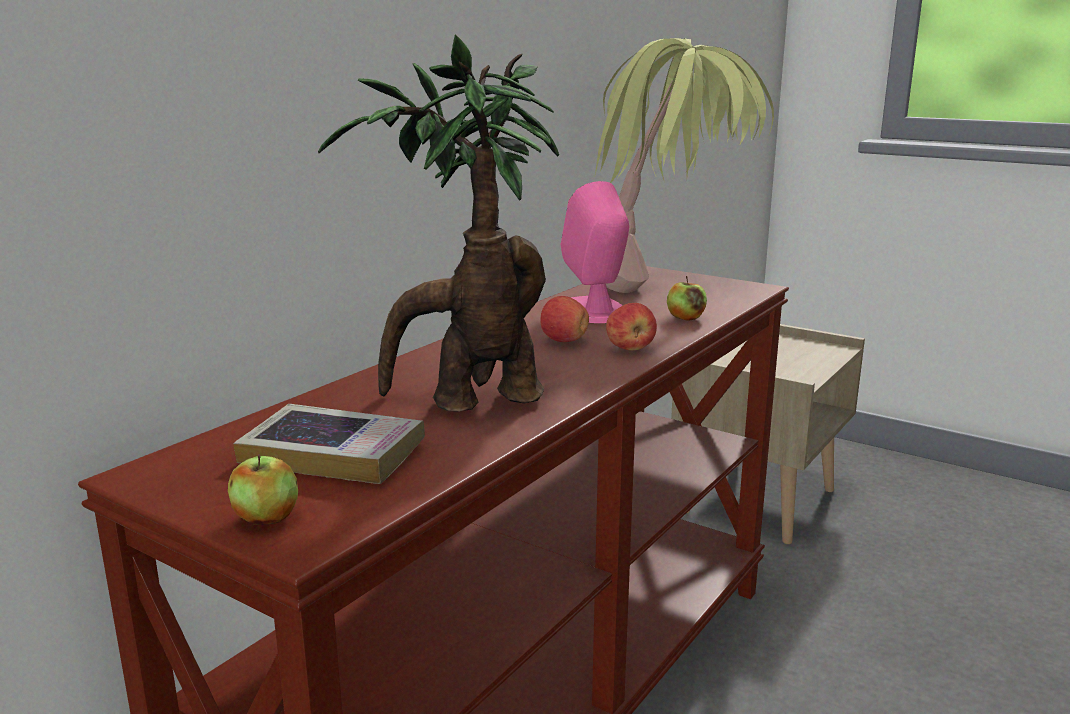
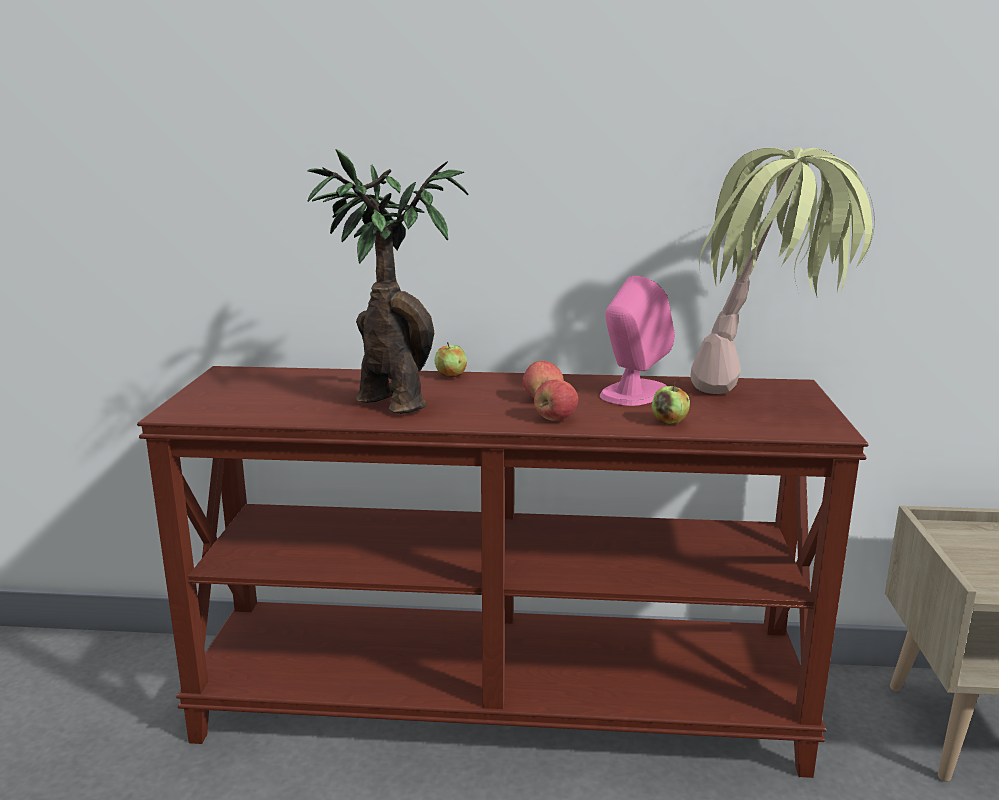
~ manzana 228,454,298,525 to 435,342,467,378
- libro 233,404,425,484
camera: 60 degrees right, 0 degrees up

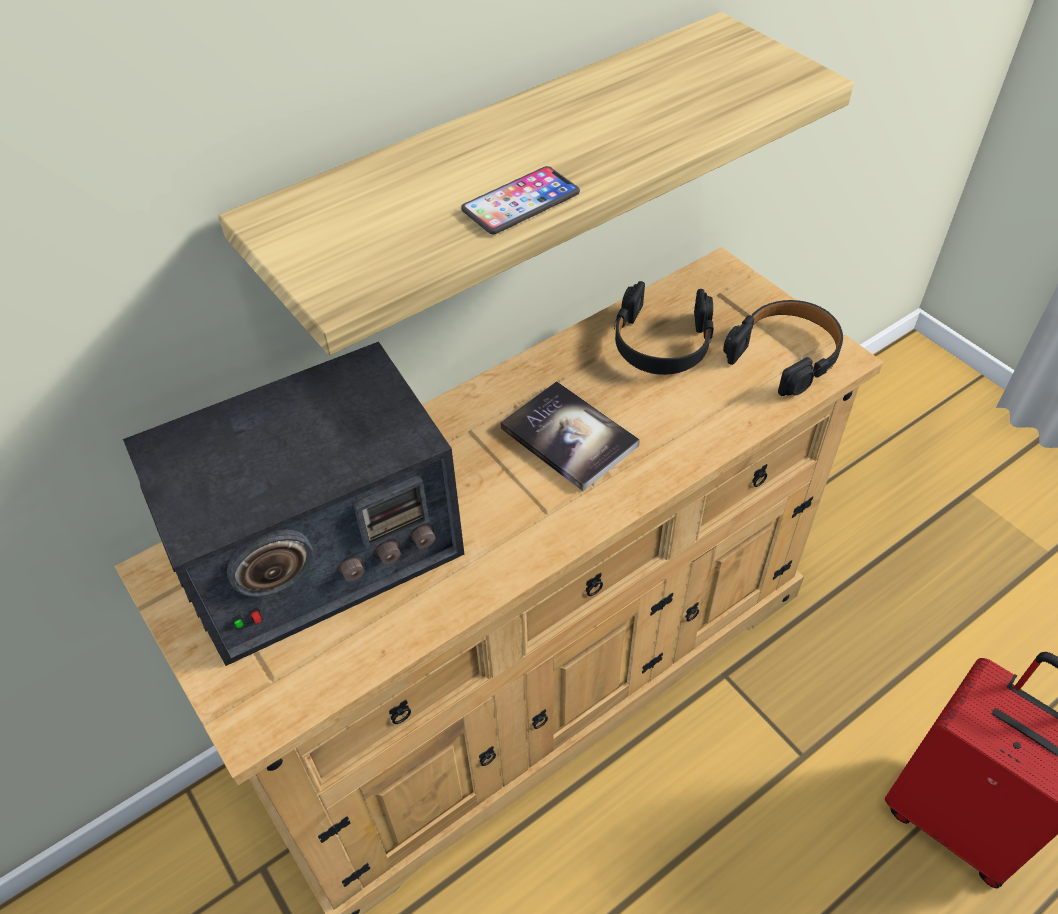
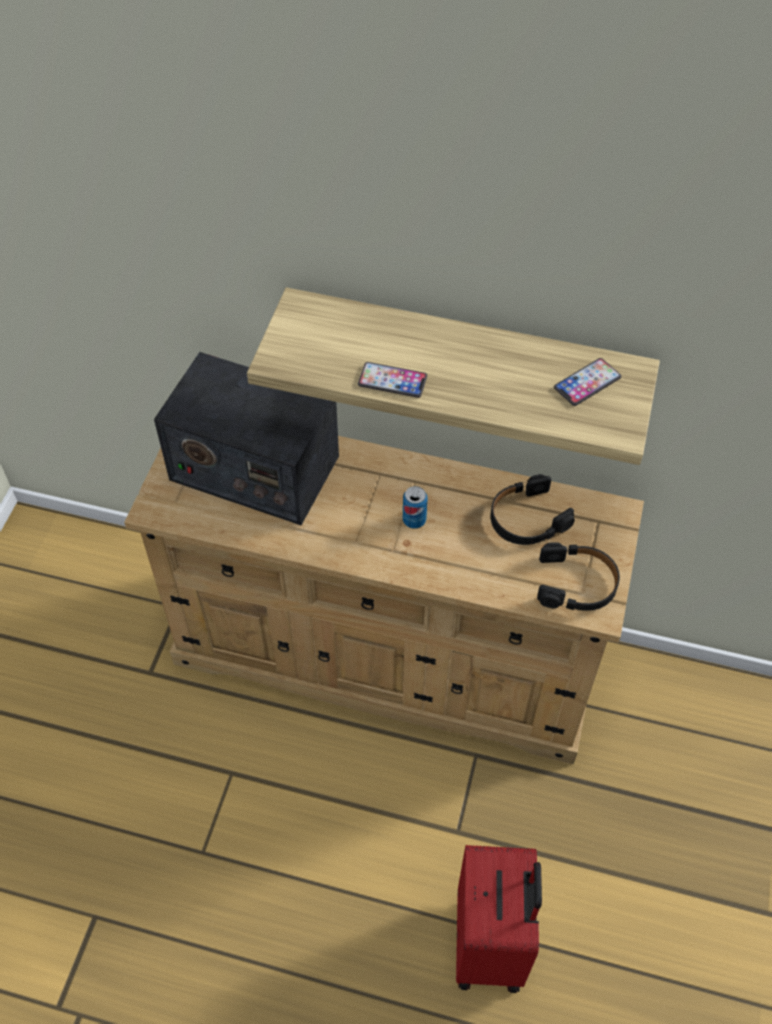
~ libro 500,381,640,491 to lata 403,486,428,529
+ móvil 554,358,621,406
camera: 50 degrees right, 5 degrees up

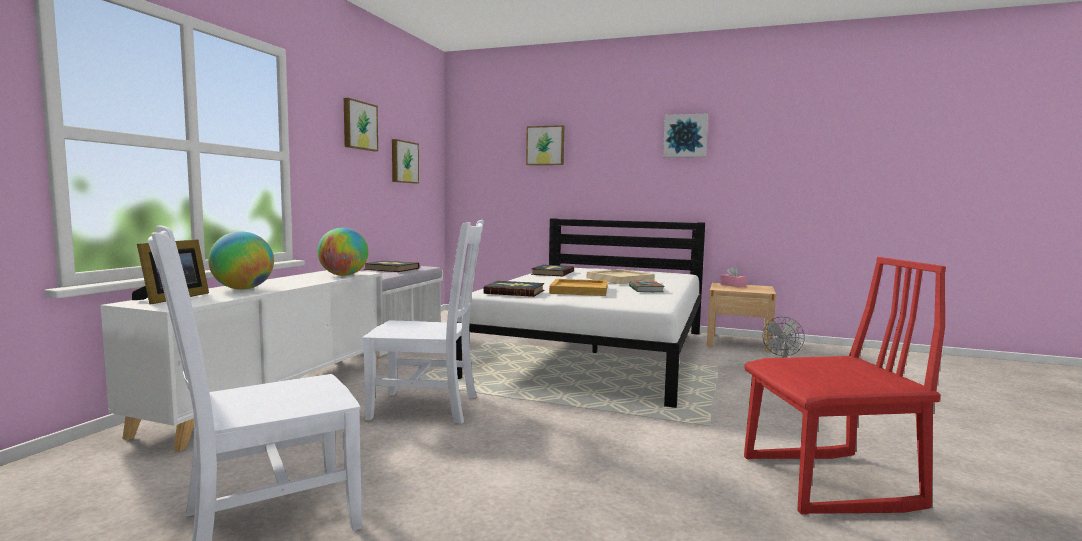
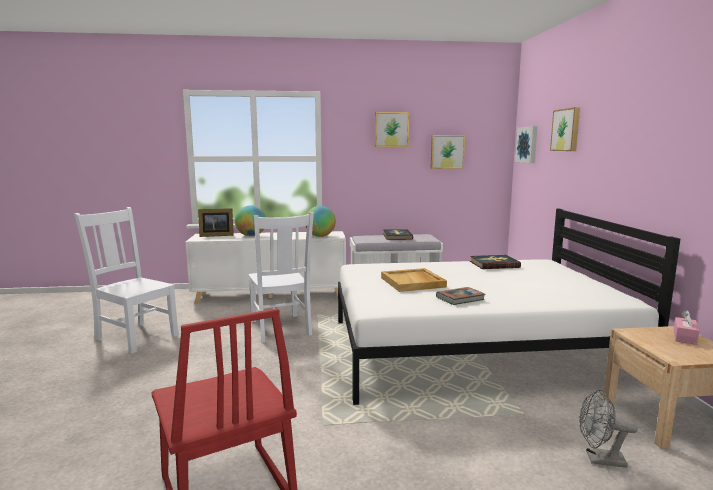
~ cuadro 663,114,708,157 to 515,126,537,163
- libro 483,281,545,297
- bandeja [beis] 587,269,655,284
camera: 65 degrees right, 5 degrees up

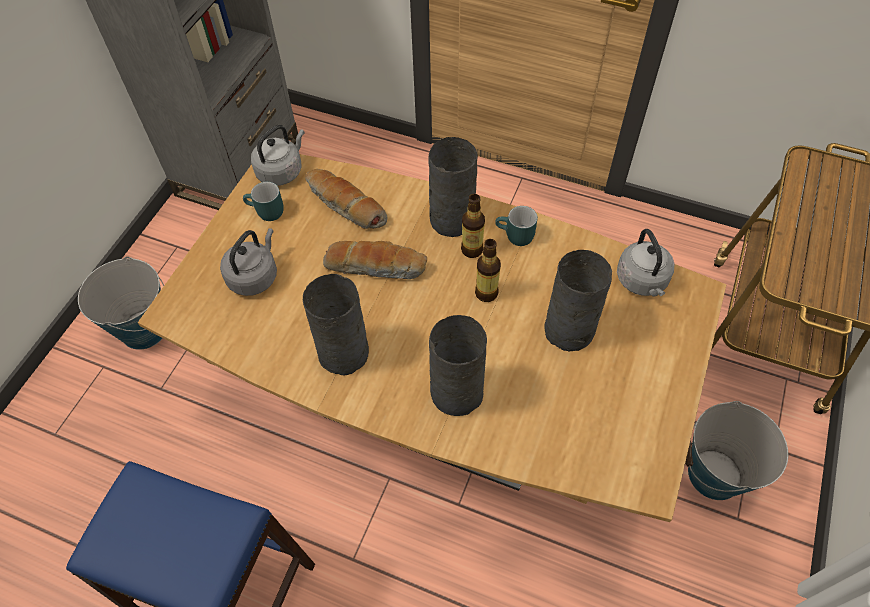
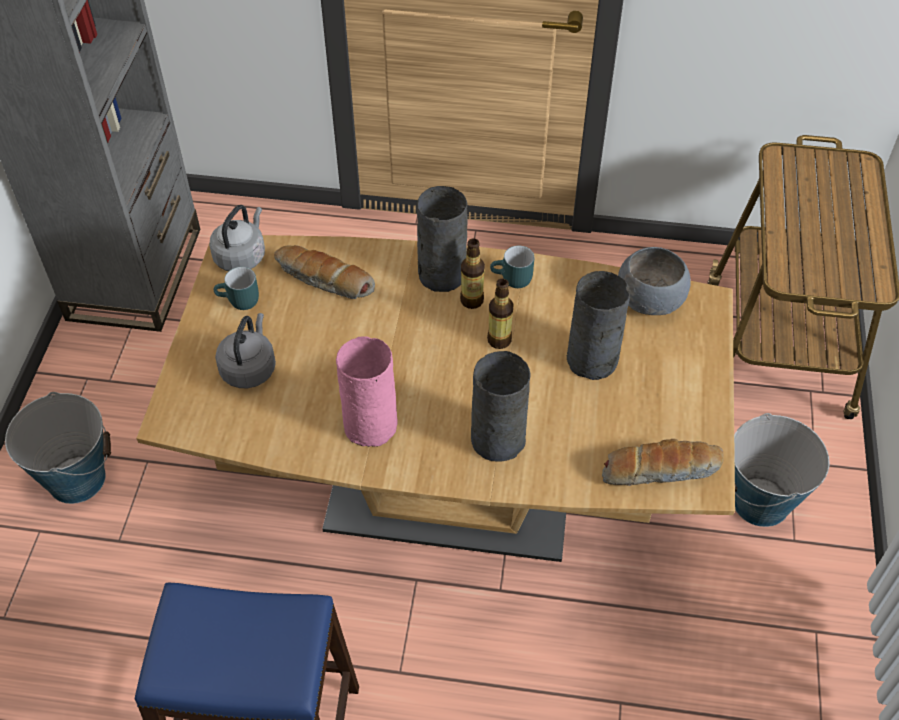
~ florero [gris] 303,274,369,376 to florero [rosa] 336,336,397,447
~ pan 323,241,427,279 to 602,439,723,486
~ hervidor [gris] 617,229,674,297 to cuenco [gris] 618,247,691,315
camera: 15 degrees left, 5 degrees down

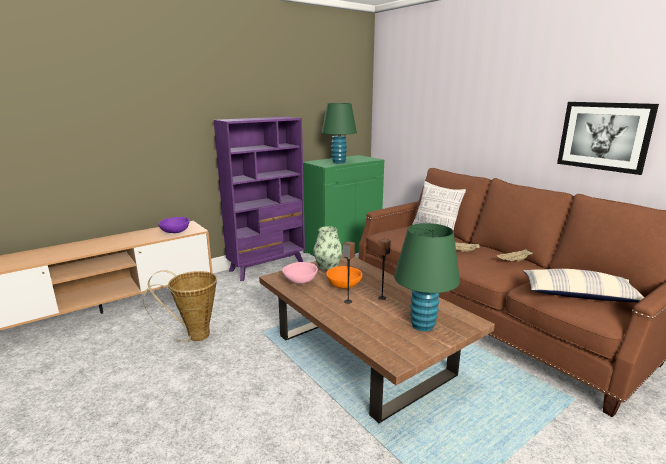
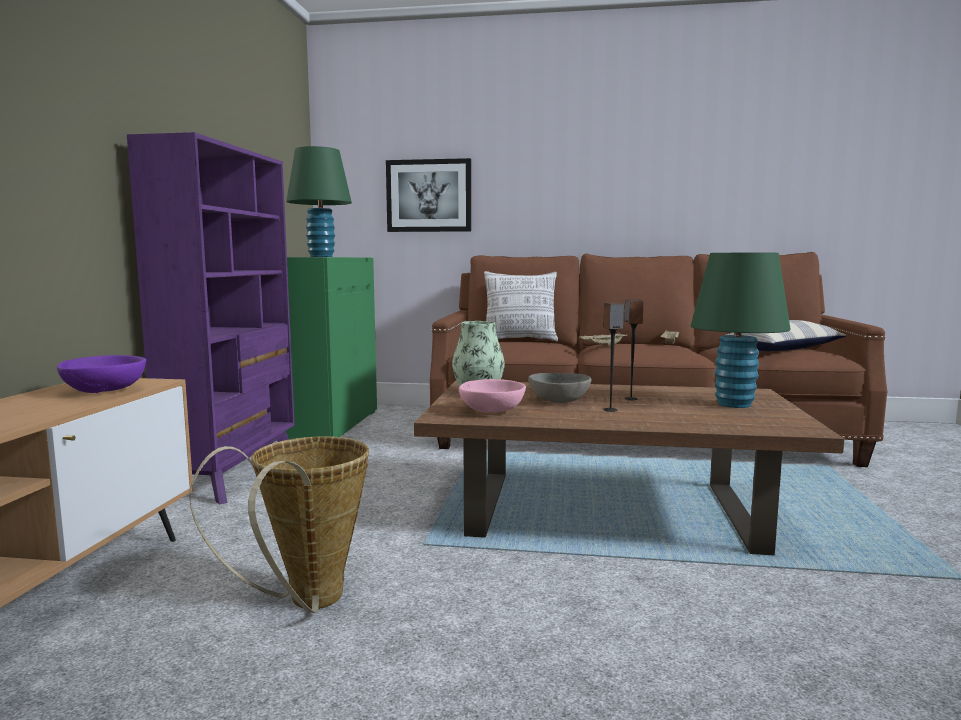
~ cuadro 557,102,659,175 to 386,158,471,232
~ cuenco [naranja] 326,266,362,289 to cuenco [gris] 528,373,591,403
camera: 45 degrees left, 10 degrees down

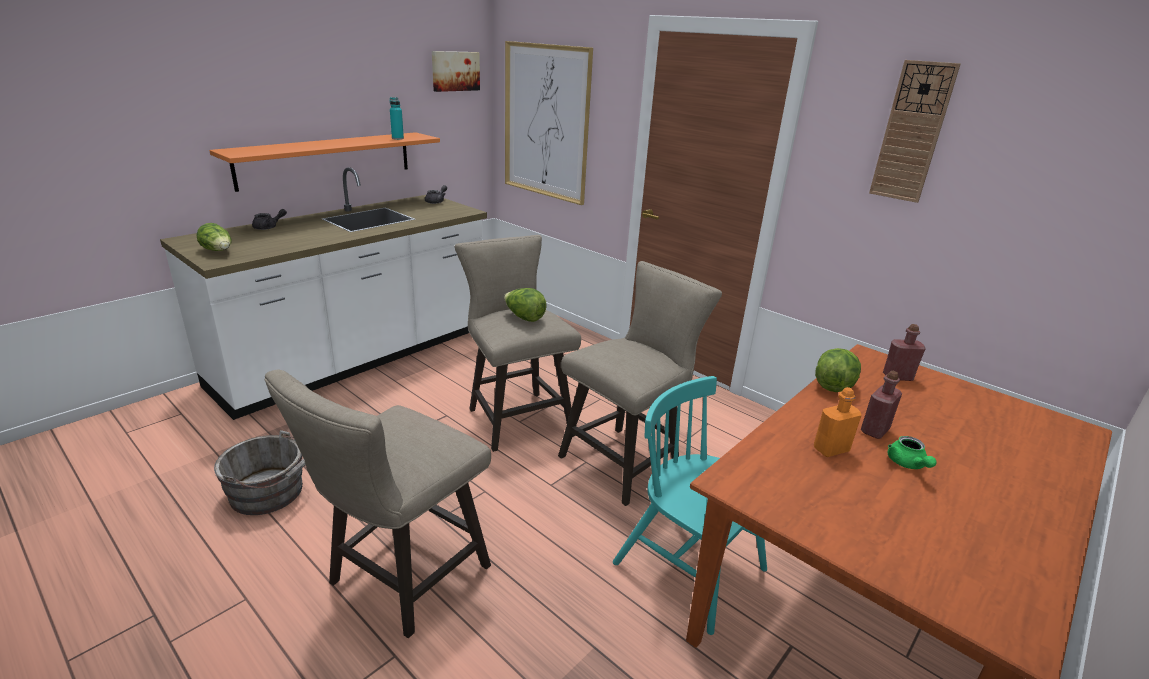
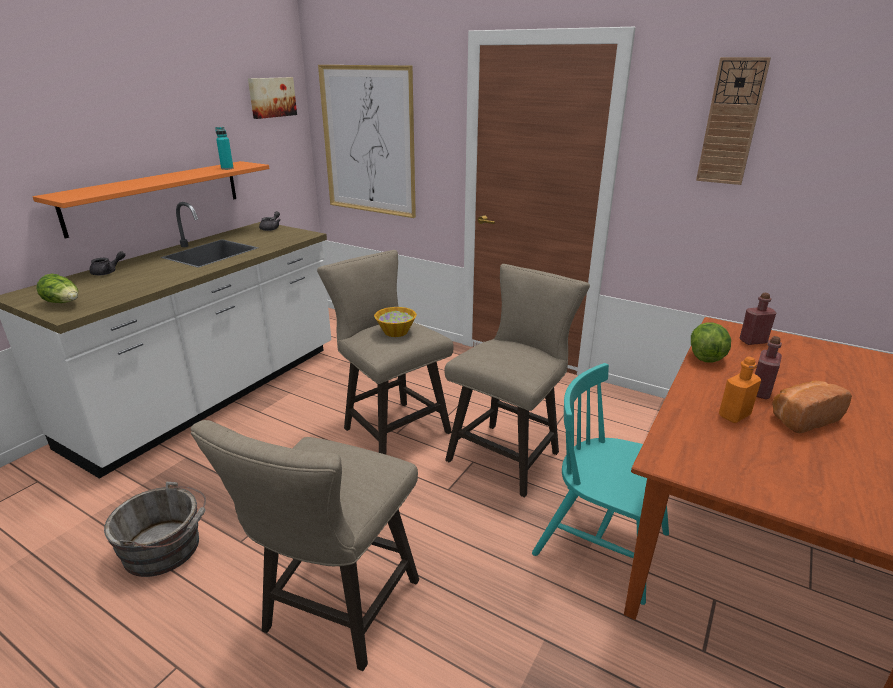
~ lechuga 504,288,547,322 to cuenco 374,307,417,337
~ tetera [verde] 887,436,937,469 to pan 772,381,852,433
camera: 10 degrees left, 0 degrees up

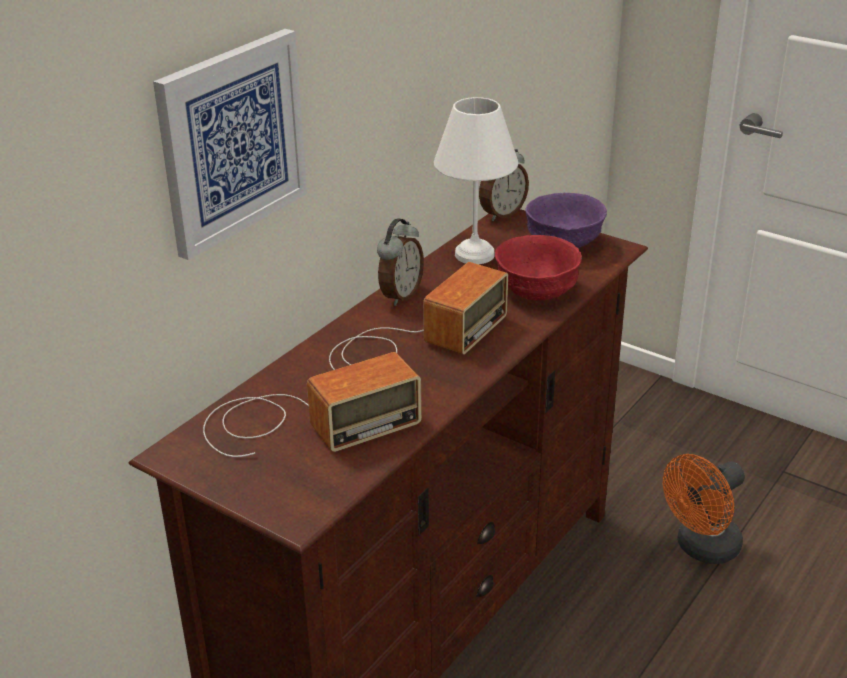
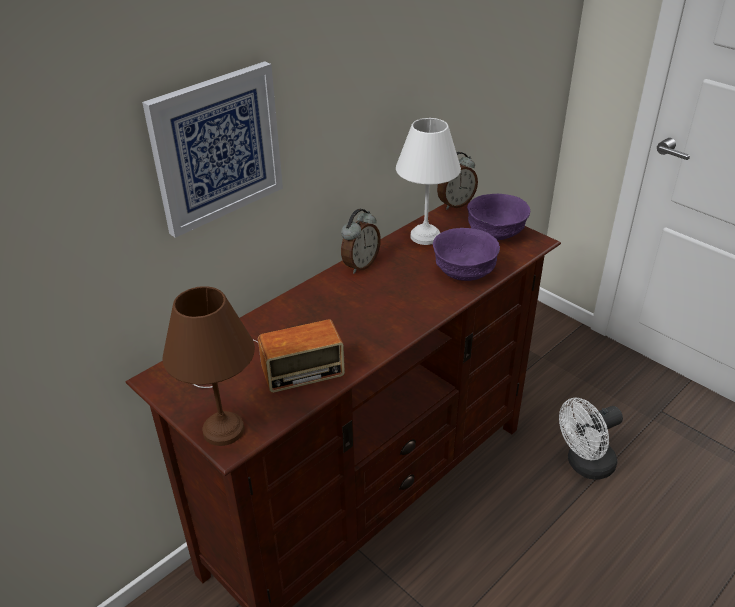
+ lámpara de mesa [marrón] 162,286,255,446
~ cuenco [rojo] 495,235,582,300 to cuenco [morado] 433,228,500,281
~ ventilador [naranja] 663,454,745,564 to ventilador [blanco] 559,398,623,480
- radio 329,262,508,370
camera: 10 degrees right, 5 degrees up

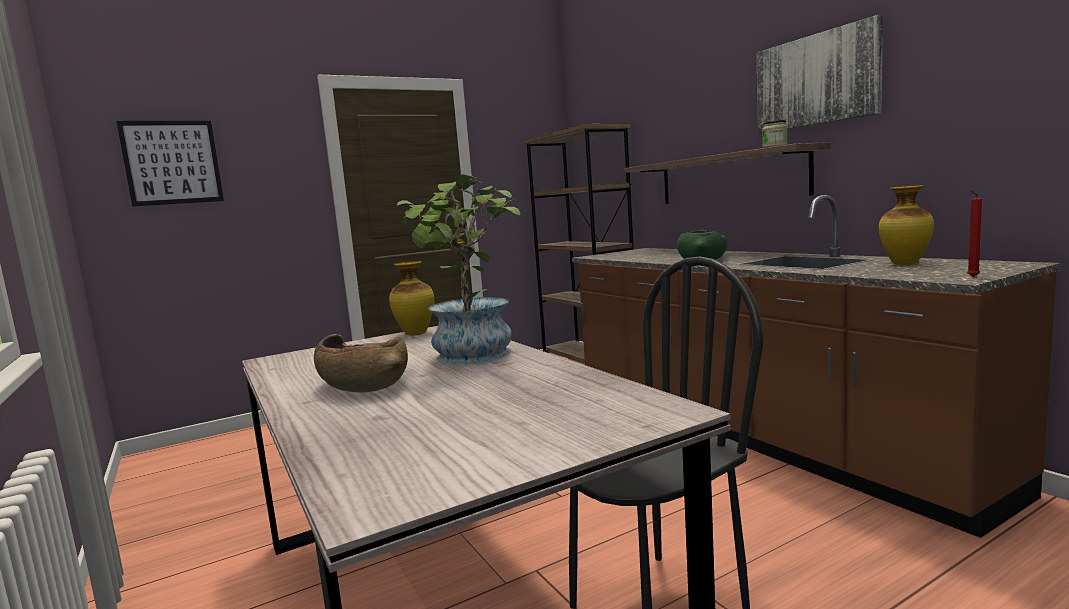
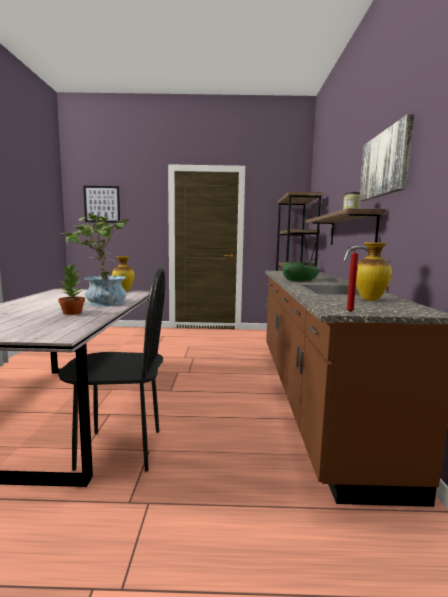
+ planta en maceta 58,264,85,315
- cuenco [marrón] 314,334,408,393
camera: 30 degrees right, 0 degrees up

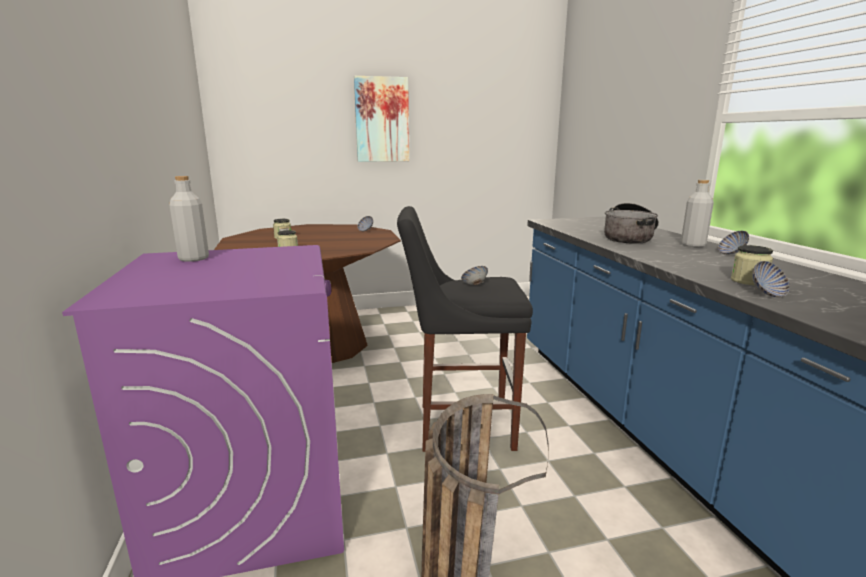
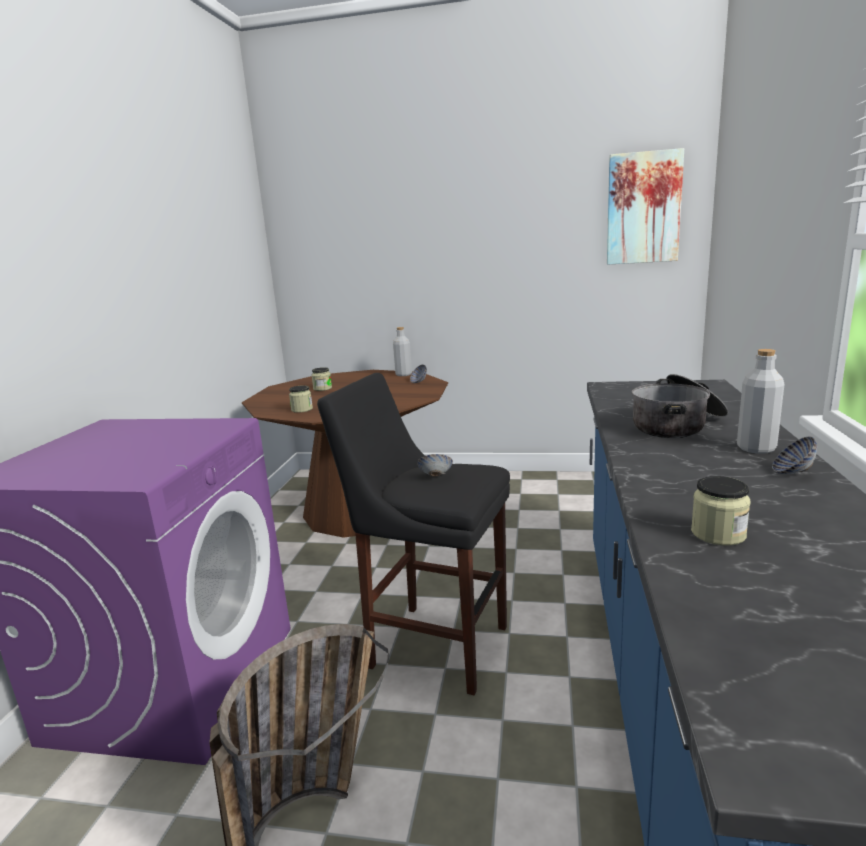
~ botella [gris] 169,176,209,262 to 393,327,412,376
~ cuadro 354,76,409,162 to 607,148,684,264
- cuenco 752,261,790,297
camera: 25 degrees right, 0 degrees up

